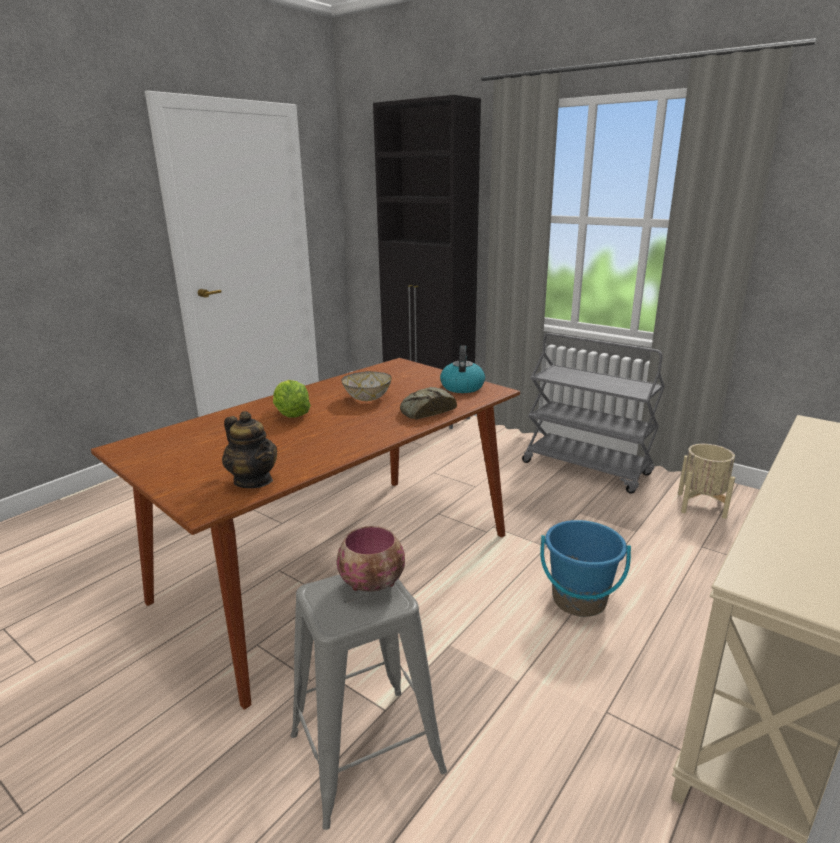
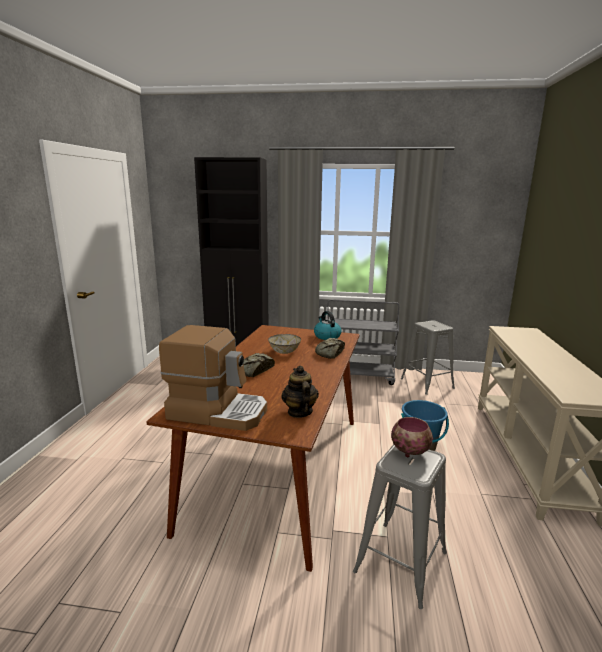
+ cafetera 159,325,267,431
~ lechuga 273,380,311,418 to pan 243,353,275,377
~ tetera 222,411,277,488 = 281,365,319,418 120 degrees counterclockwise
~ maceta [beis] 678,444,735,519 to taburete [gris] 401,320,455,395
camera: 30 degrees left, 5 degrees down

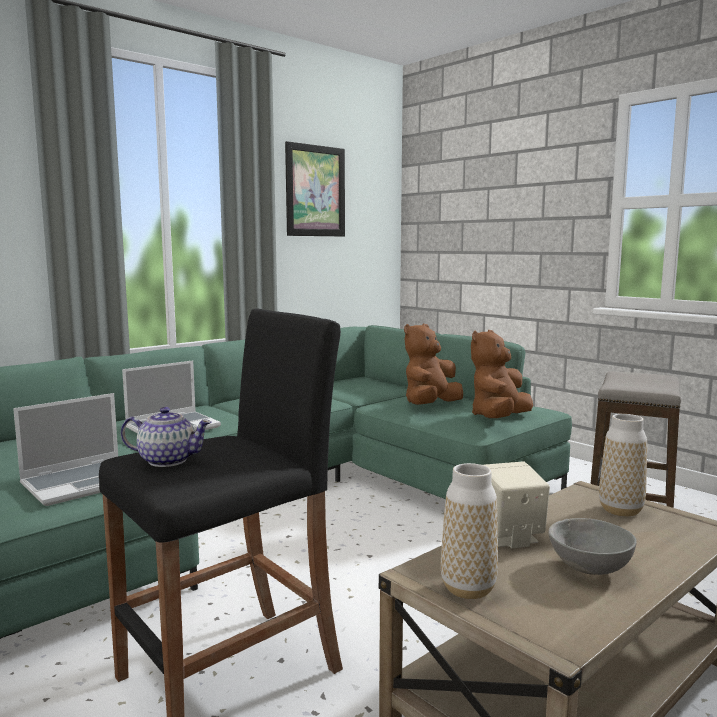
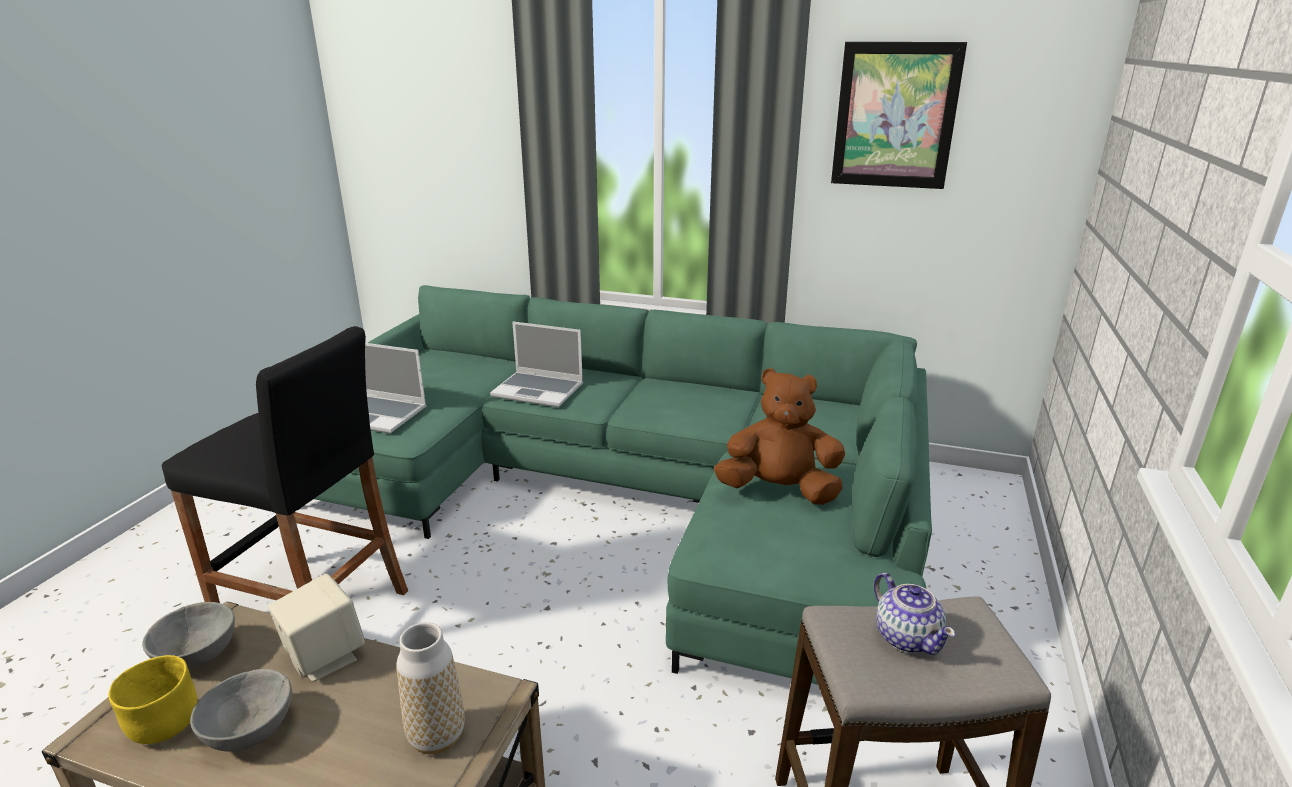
+ cuenco [amarillo] 108,655,197,744
~ florero 441,463,498,599 to cuenco [gris] 142,602,235,668
~ tetera 121,407,211,467 to 874,573,956,655
- peluche [marrón] 471,330,533,418
camera: 60 degrees right, 15 degrees up

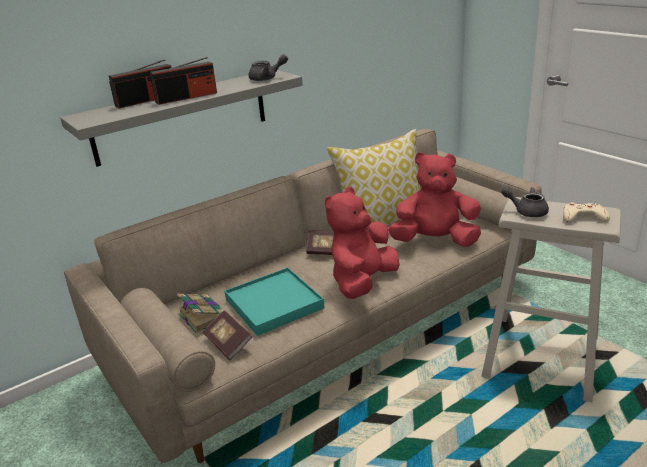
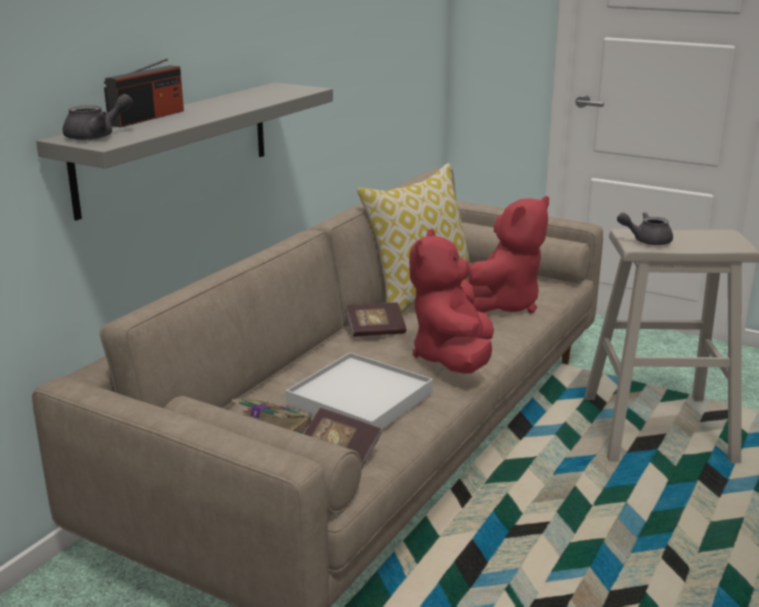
~ tetera [gris] 248,54,288,81 to 63,94,133,140
~ bandeja [turquesa] 225,267,325,336 to bandeja [blanco] 286,352,433,431
~ peluche [rojo] 388,152,481,246 = 468,196,549,313 150 degrees clockwise
- radio 150,57,217,105
- mando de consola [beis] 563,202,610,222
camera: 25 degrees left, 5 degrees down

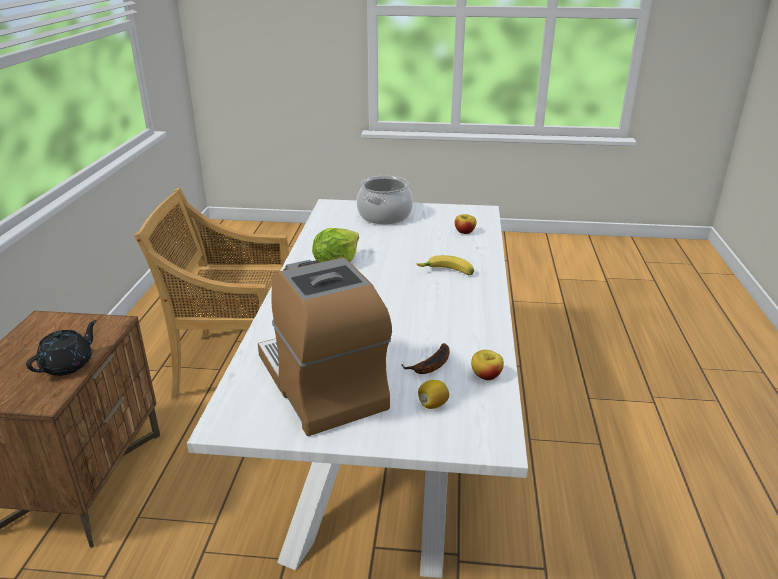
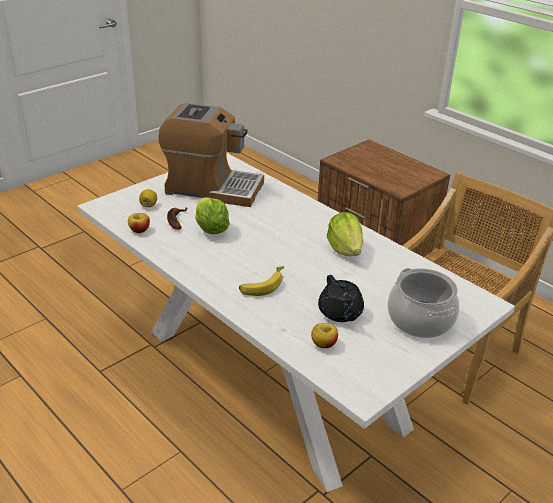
+ lechuga 195,197,230,234
~ tetera [negro] 26,320,97,376 to 318,275,364,322
camera: 130 degrees right, 5 degrees up

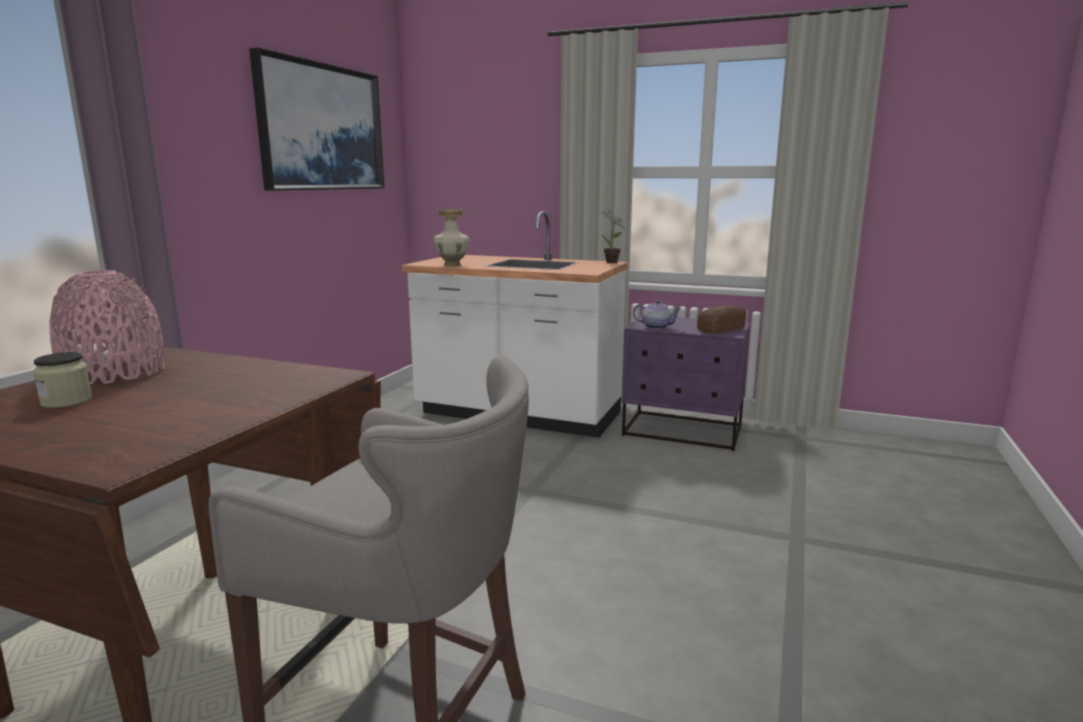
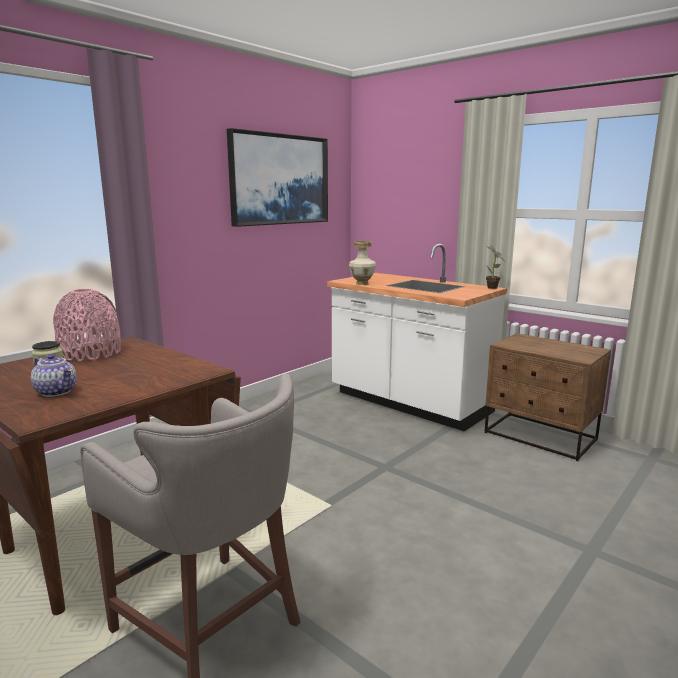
~ tetera 633,300,682,330 to 31,354,77,397
~ mesita de noche [morado] 622,315,750,451 to mesita de noche [marrón] 485,333,611,461
- pan 697,306,747,334
camera: 20 degrees right, 0 degrees up

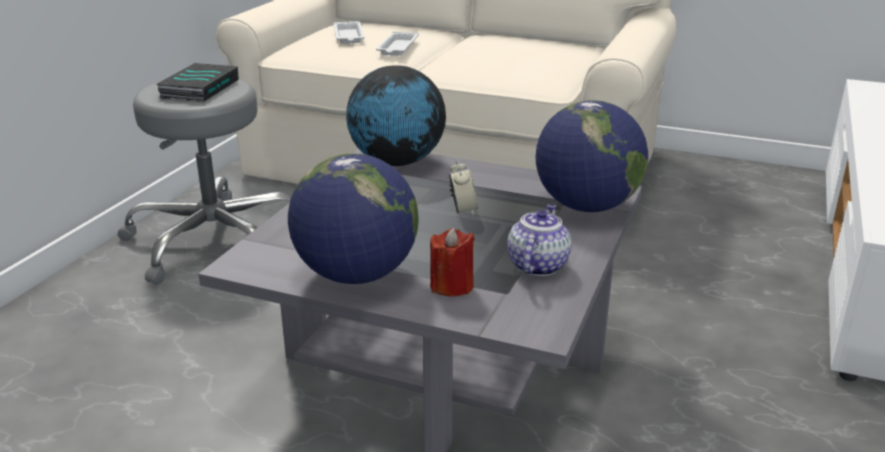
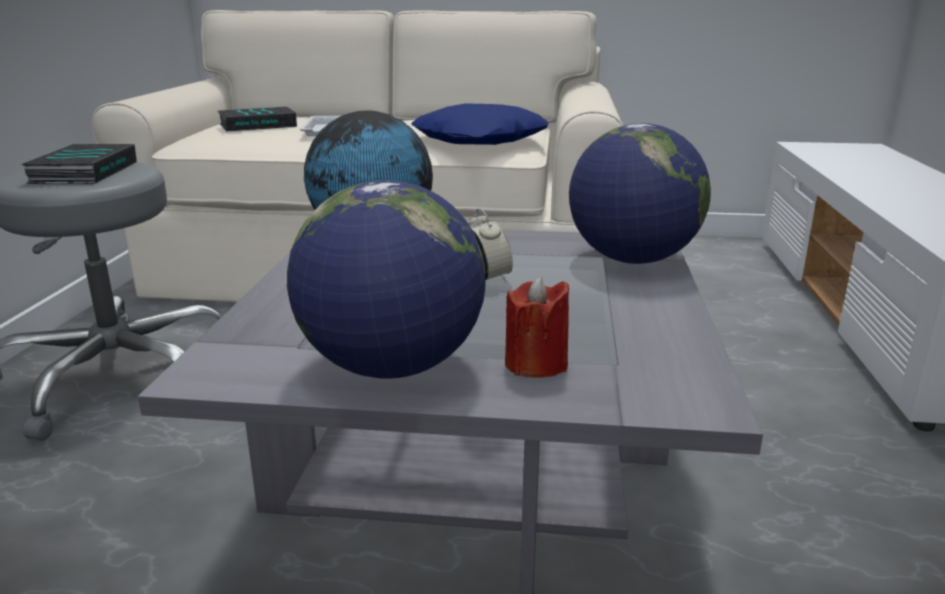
~ bandeja [blanco] 333,21,365,44 to libro 218,107,297,132
+ cojín [azul] 411,103,549,145
- tetera 507,204,572,276
camera: 15 degrees left, 5 degrees down

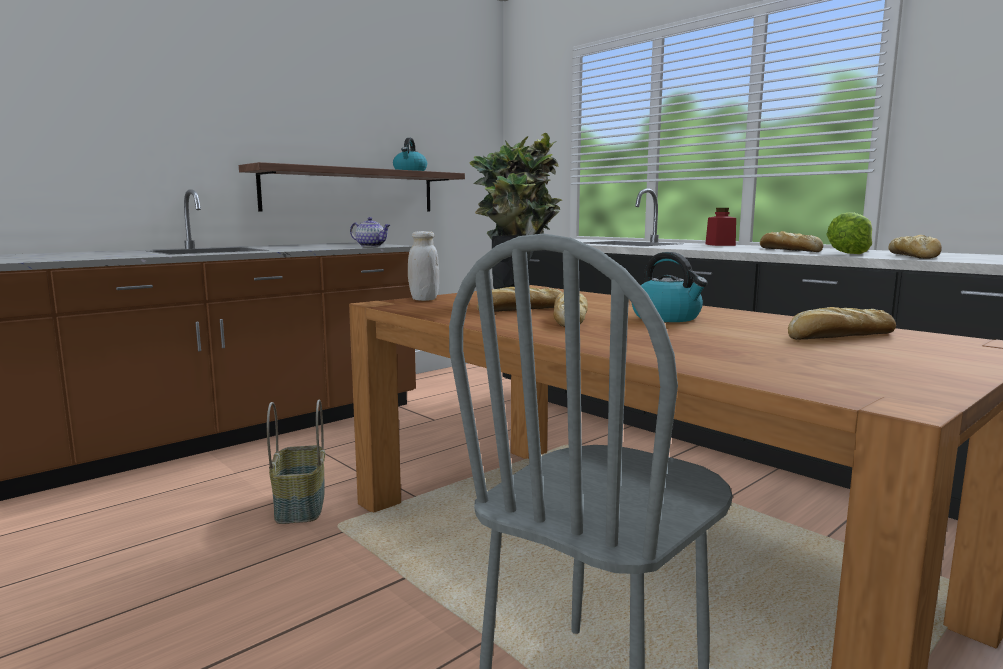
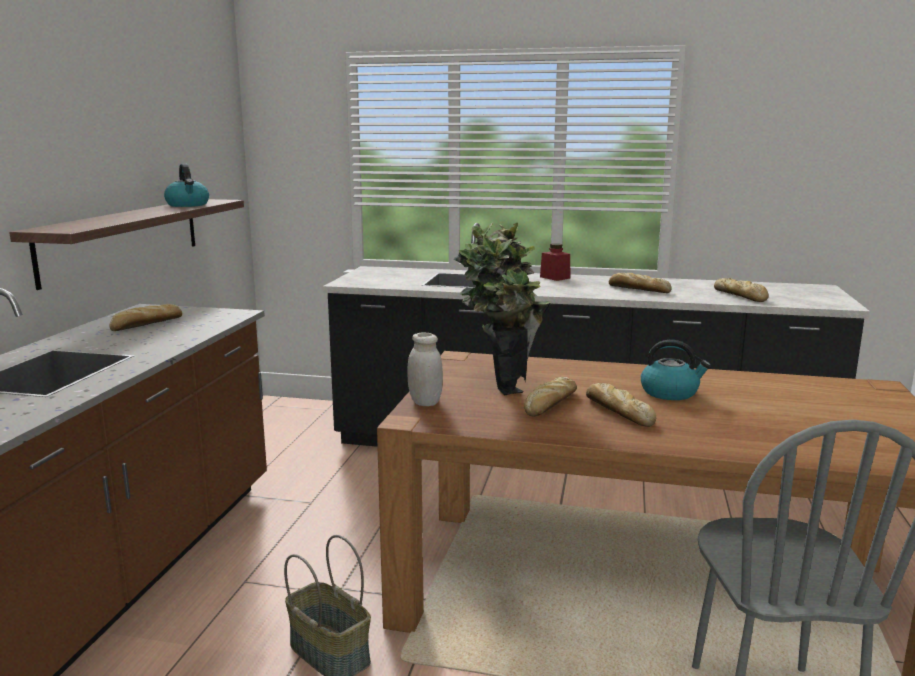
~ pan 788,307,896,340 to 109,304,182,331
- tetera 350,217,391,247
- lechuga 826,212,872,254
camera: 35 degrees left, 5 degrees up

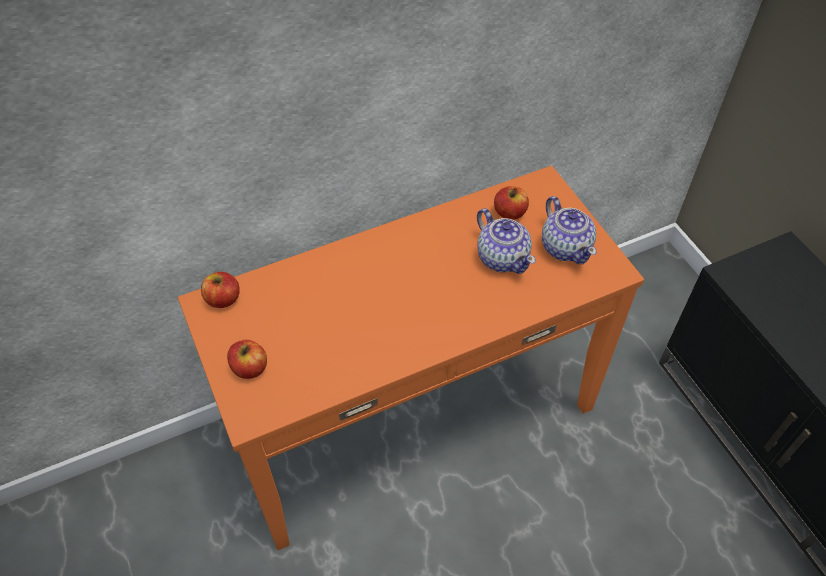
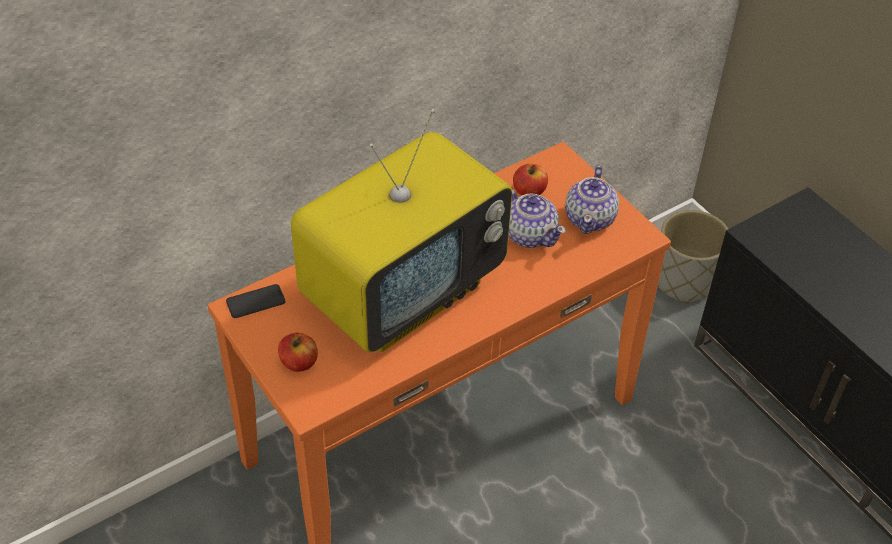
~ manzana 201,272,240,308 to móvil 226,284,285,318
+ televisor 291,109,512,352
~ tetera 542,196,597,264 = 565,166,619,234 45 degrees clockwise
+ maceta [gris] 658,210,728,303
camera: 10 degrees left, 5 degrees down

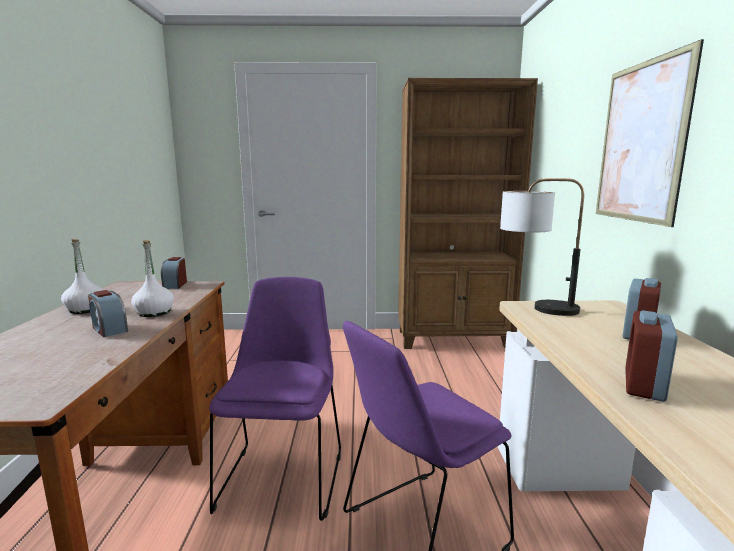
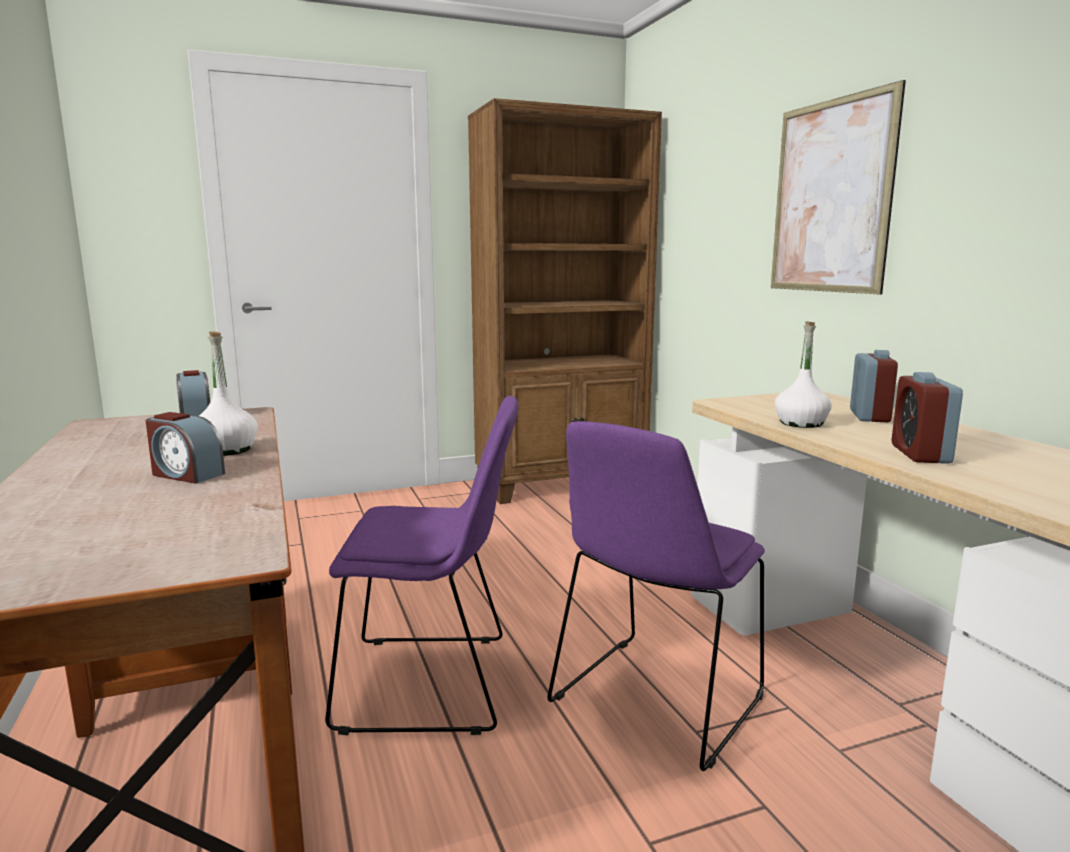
~ silla [morado] 209,277,341,521 = 325,396,519,735 105 degrees clockwise
~ botella [blanco] 61,239,103,314 to 775,321,832,428
- lámpara de mesa 500,178,584,316
camera: 20 degrees left, 0 degrees up

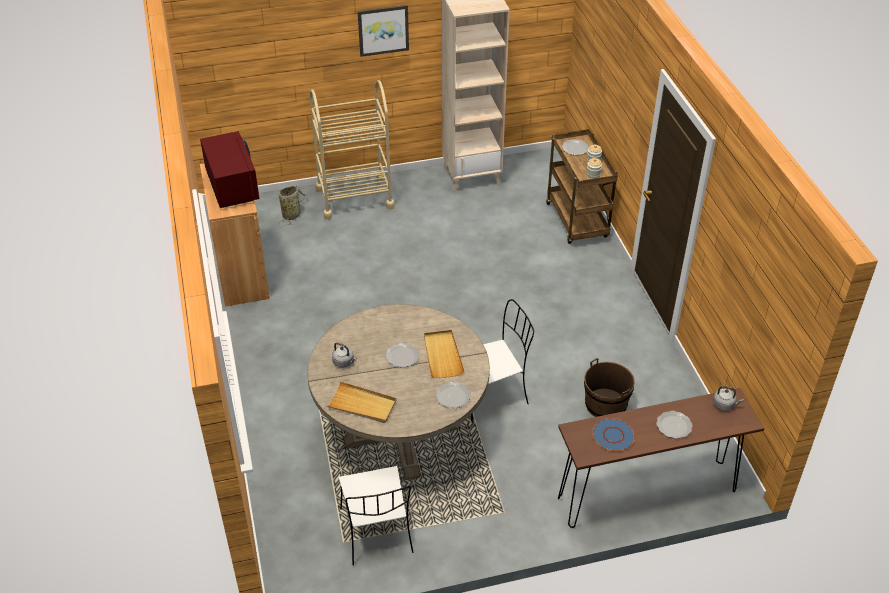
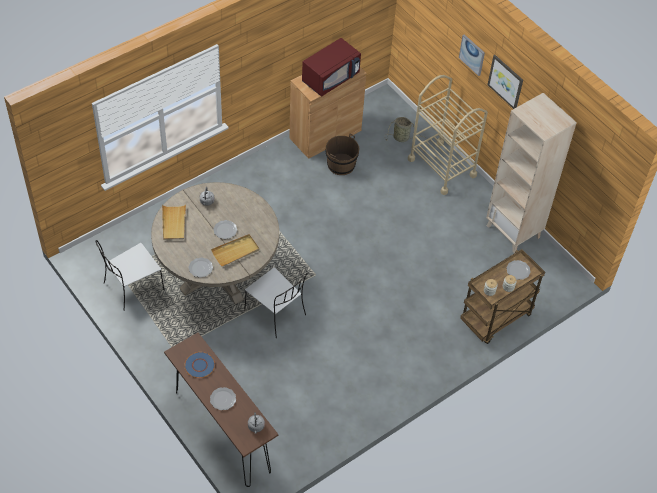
~ cubo [marrón] 584,358,635,417 to 325,134,359,175
+ cuadro 459,34,485,76
camera: 65 degrees right, 10 degrees up

